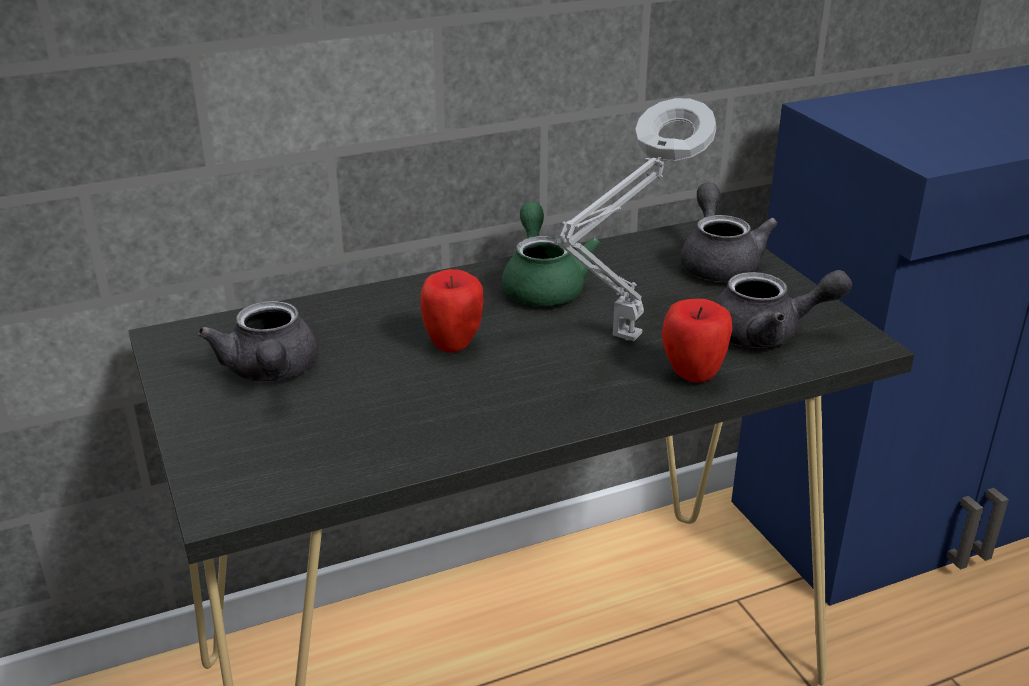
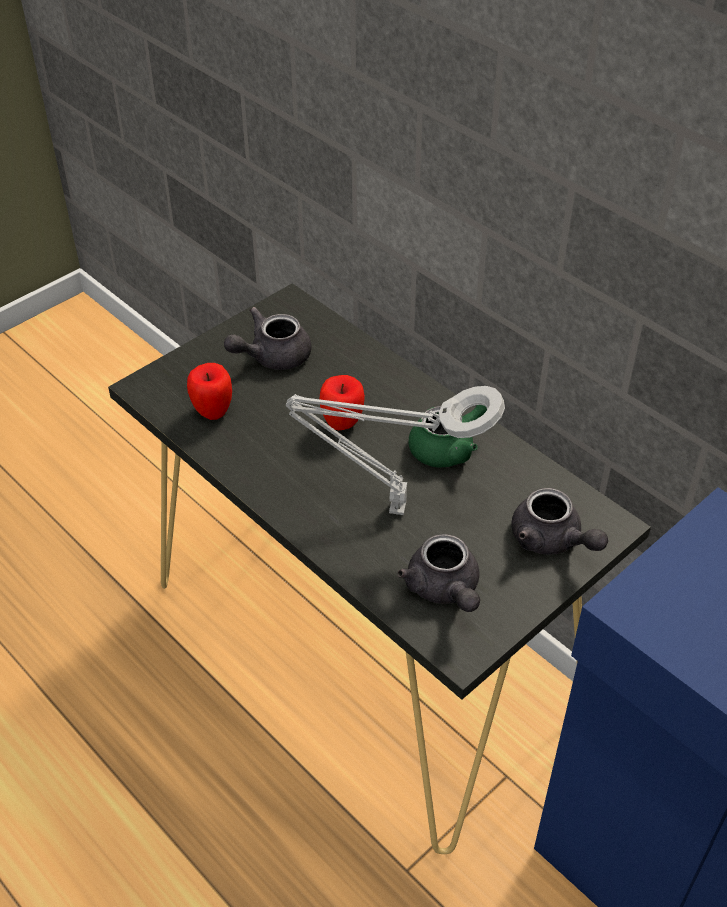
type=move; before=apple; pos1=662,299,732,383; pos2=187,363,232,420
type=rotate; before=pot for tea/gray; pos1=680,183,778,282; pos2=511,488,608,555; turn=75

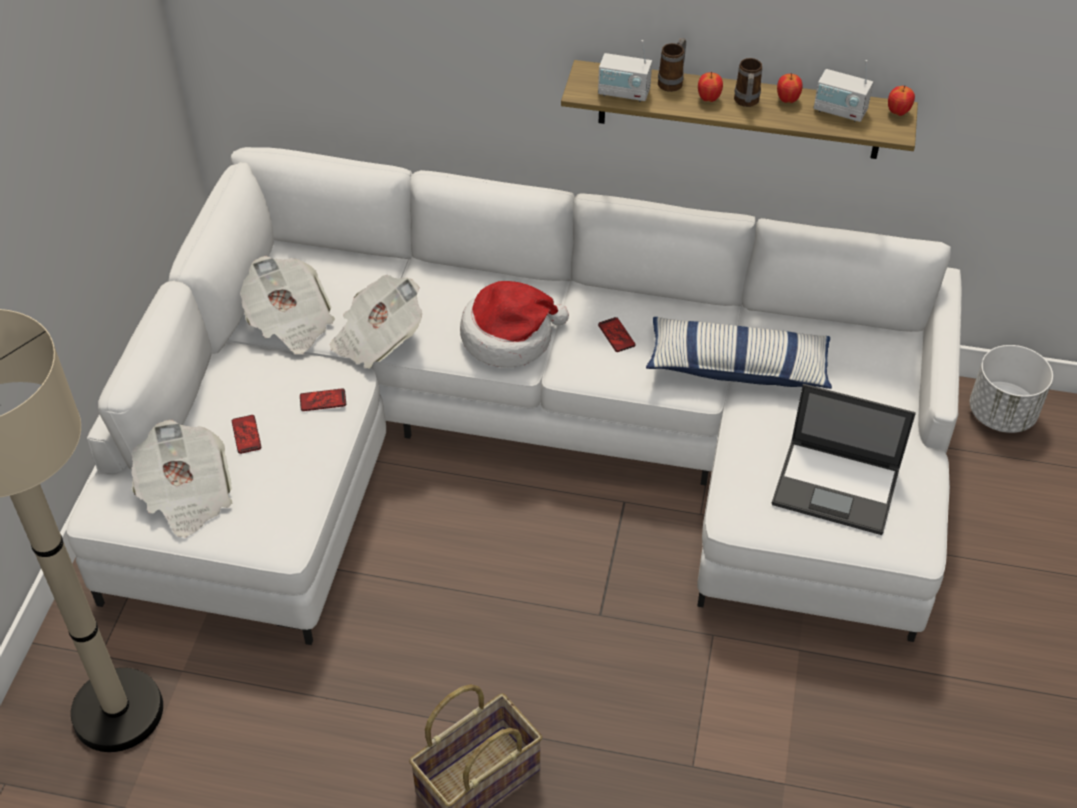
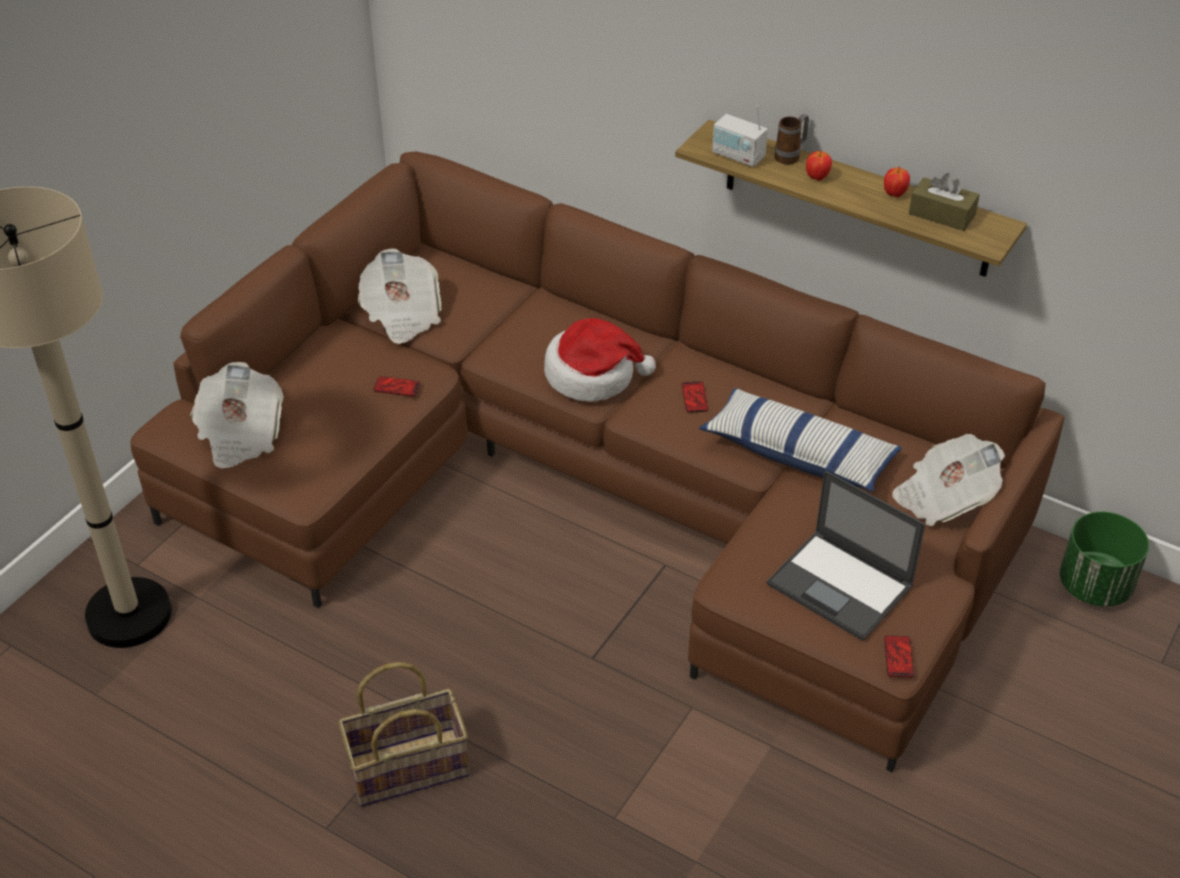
type=recolor; before=couch/white; after=couch/brown-coloured; pos1=66,147,962,645; pos2=130,151,1065,772
type=move; before=telephone; pos1=232,415,261,454; pos2=884,635,914,678
type=move; before=newspaper; pos1=330,275,422,369; pos2=893,434,1005,526
type=delete; before=coffee mug; pos1=734,58,762,107
type=replace; before=radio; after=tissue box/brown-coloured; pos1=814,60,873,122; pos2=909,173,979,231
type=delete; before=apple; pos1=888,85,915,116
type=recolor; before=flower pot/white; after=flower pot/green; pos1=970,345,1053,433; pos2=1060,512,1149,607

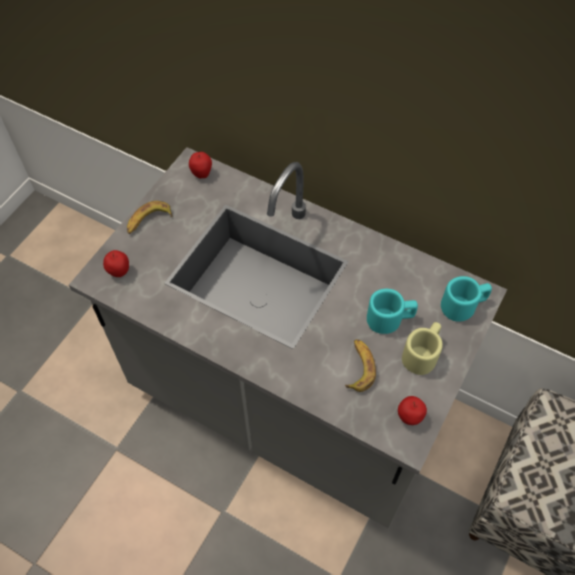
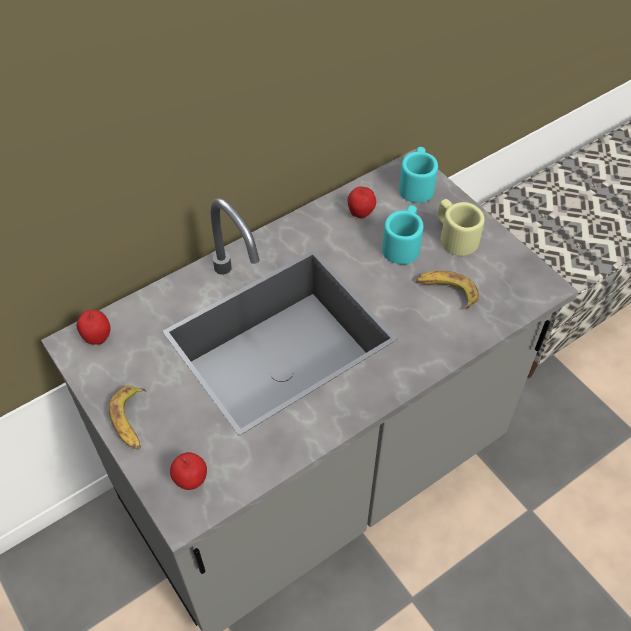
type=move; before=apple; pos1=398,396,427,425; pos2=348,186,376,219

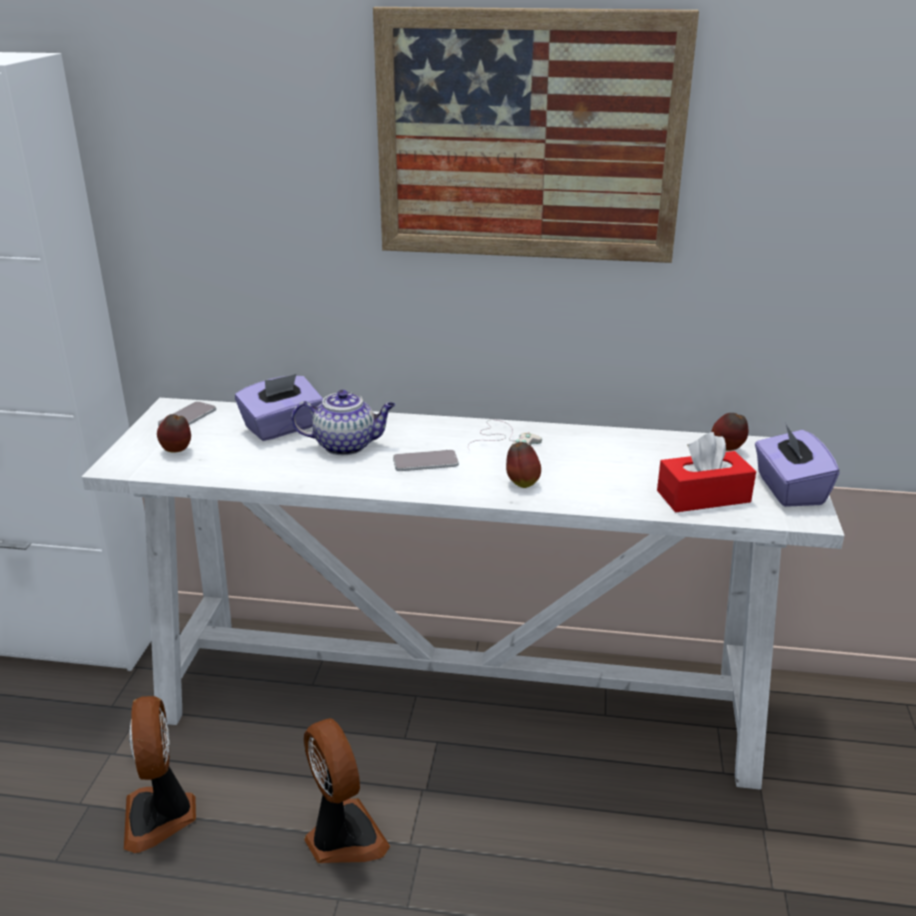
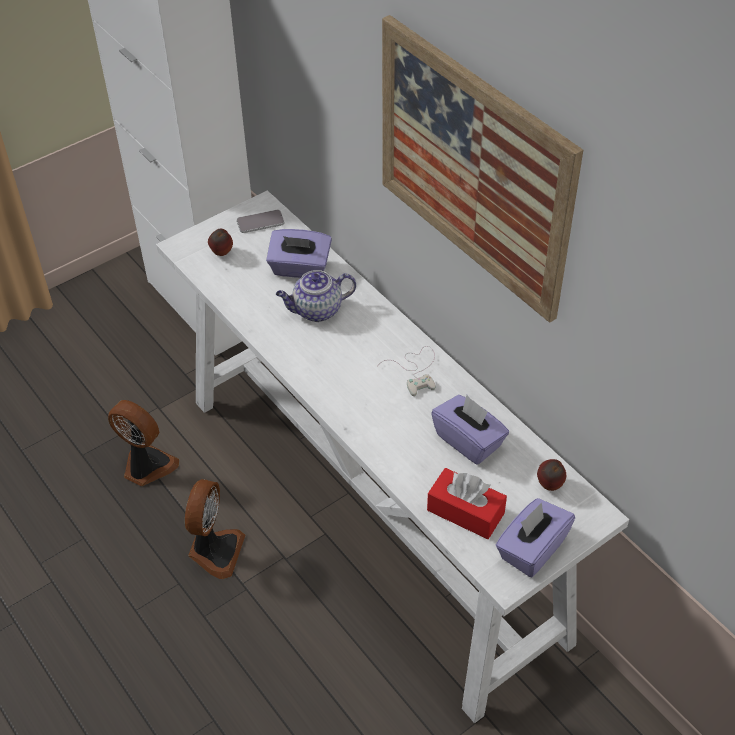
type=rotate; before=cooling fan; pos1=124,696,196,853; pos2=108,400,179,486; turn=90
type=rotate; before=pot for tea; pos1=291,390,395,455; pos2=276,270,356,322; turn=120
type=delete; before=telephone; pos1=393,450,459,471
type=delete; before=apple; pos1=506,442,541,488
type=insert; after=tissue box/purple-coloured; pos2=431,395,509,465

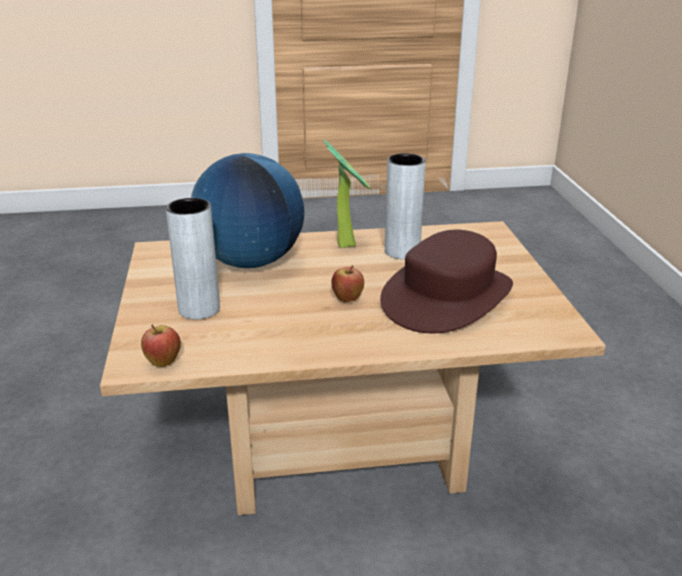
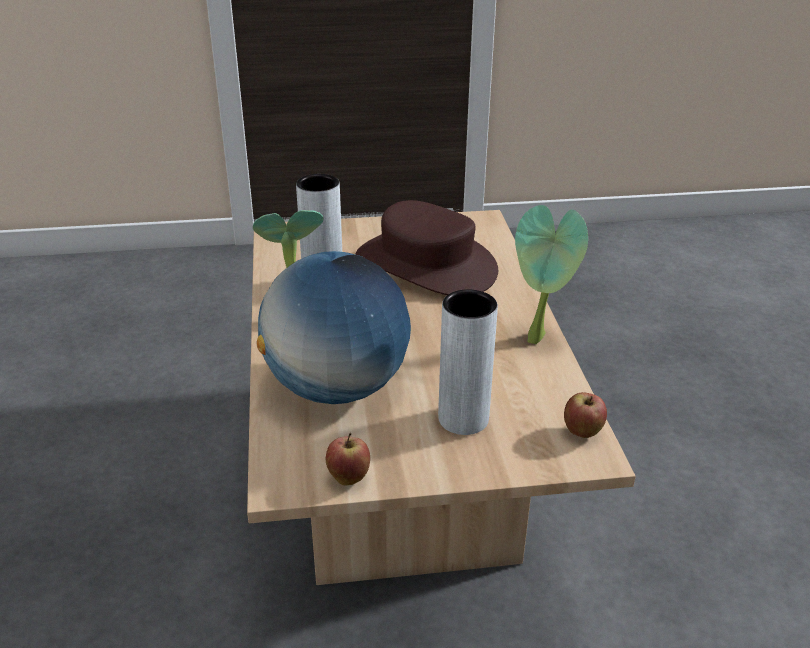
type=move; before=apple; pos1=332,265,364,302; pos2=326,433,370,485
type=insert; after=houseplant; pos2=515,205,588,344

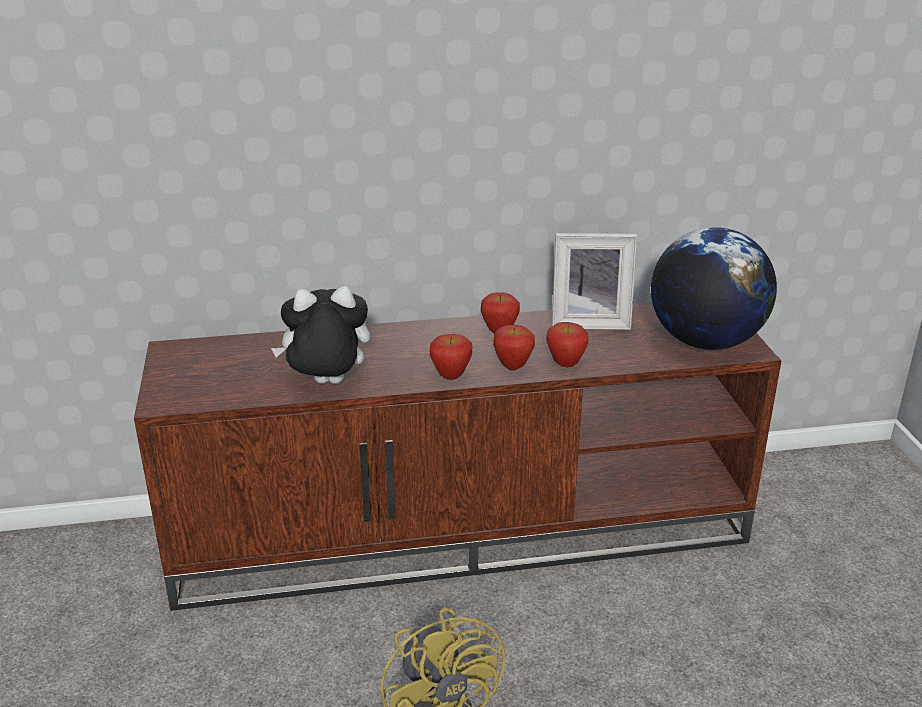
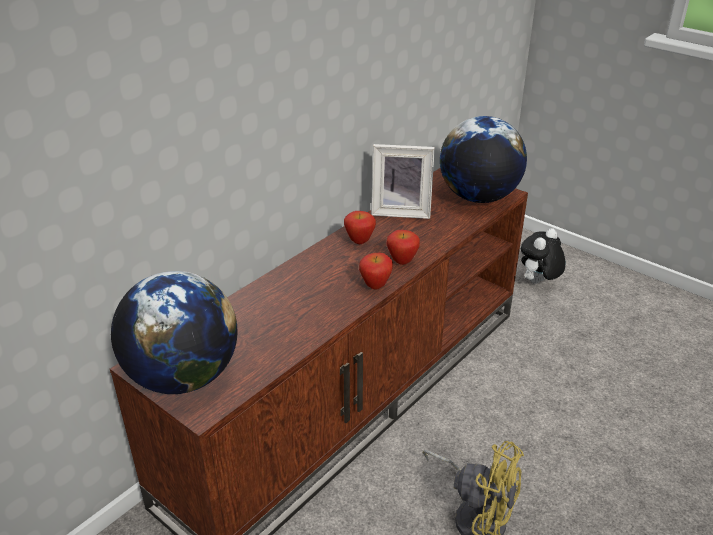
type=move; before=plush toy; pos1=271,286,370,384; pos2=521,228,566,284
type=delete; before=apple; pos1=546,322,588,367
type=rotate; before=standing frame; pos1=552,233,637,330; pos2=371,144,435,219; turn=45
type=insert; after=world globe; pos2=111,271,238,394

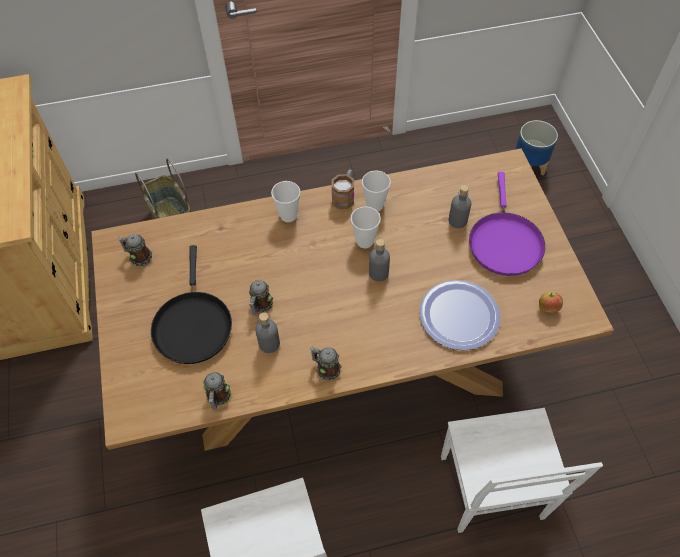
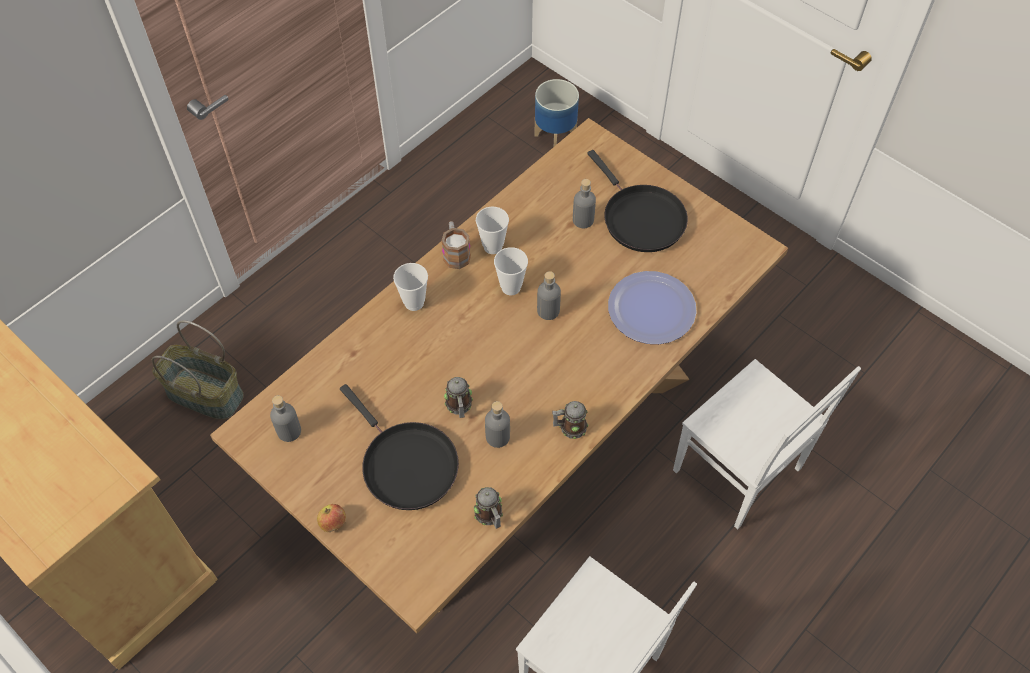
type=replace; before=coffee mug; after=drink bottle/gray; pos1=118,234,152,267; pos2=270,395,301,442
type=recolor; before=pan/purple-coloured; after=pan/black-coloured; pos1=469,172,545,276; pos2=587,150,688,252
type=move; before=apple; pos1=539,292,563,313; pos2=317,504,346,532

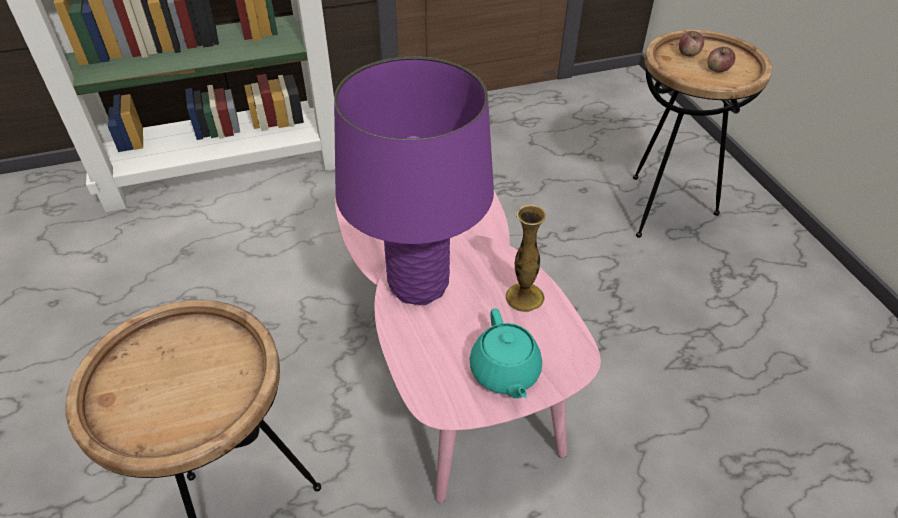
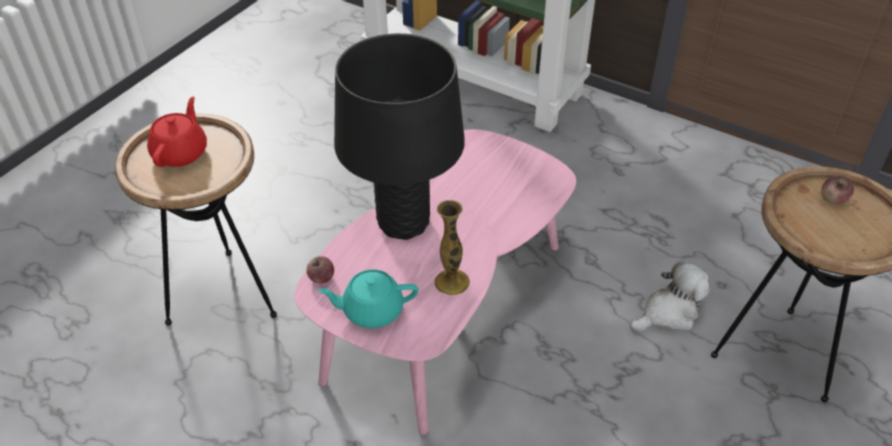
type=recolor; before=table lamp/purple-coloured; after=table lamp/black-coloured; pos1=334,57,494,305; pos2=334,33,465,240
type=rotate; before=pot for tea/turquoise-coloured; pos1=470,309,542,398; pos2=318,269,418,328; turn=45
type=move; before=apple; pos1=707,47,735,72; pos2=306,256,334,284
type=insert; after=pot for tea/red-coloured; pos2=147,96,207,167
type=insert; after=plush toy; pos2=629,260,710,332

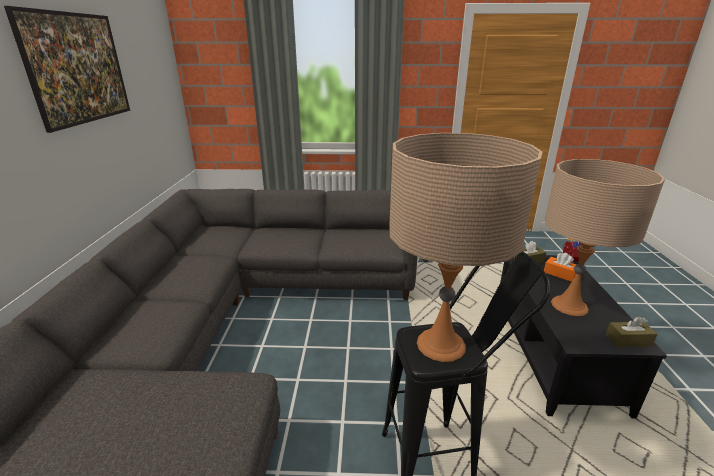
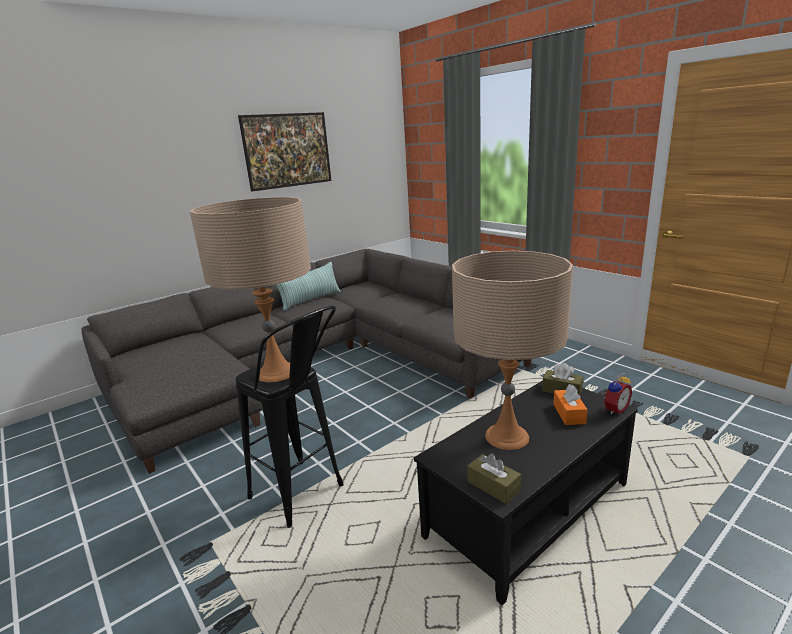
type=insert; after=throw pillow; pos2=276,262,341,311

